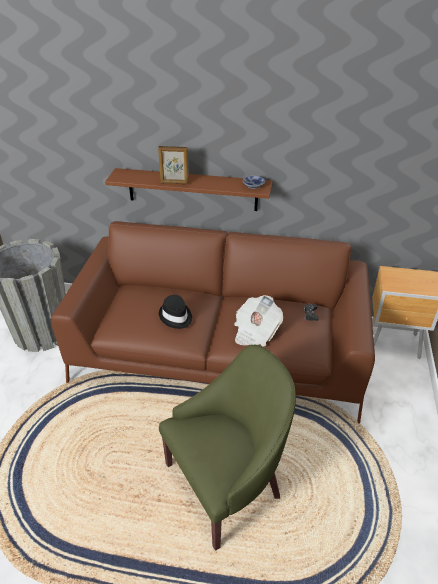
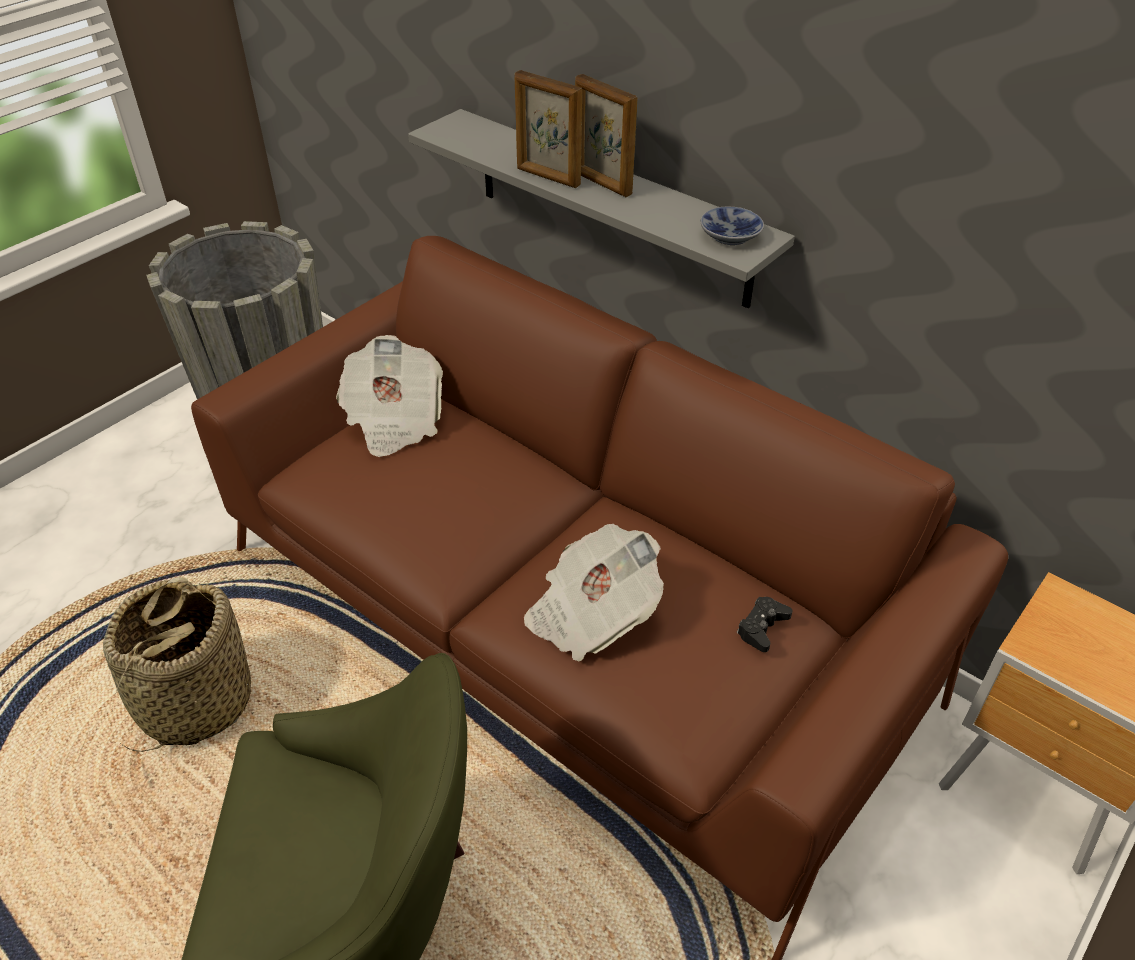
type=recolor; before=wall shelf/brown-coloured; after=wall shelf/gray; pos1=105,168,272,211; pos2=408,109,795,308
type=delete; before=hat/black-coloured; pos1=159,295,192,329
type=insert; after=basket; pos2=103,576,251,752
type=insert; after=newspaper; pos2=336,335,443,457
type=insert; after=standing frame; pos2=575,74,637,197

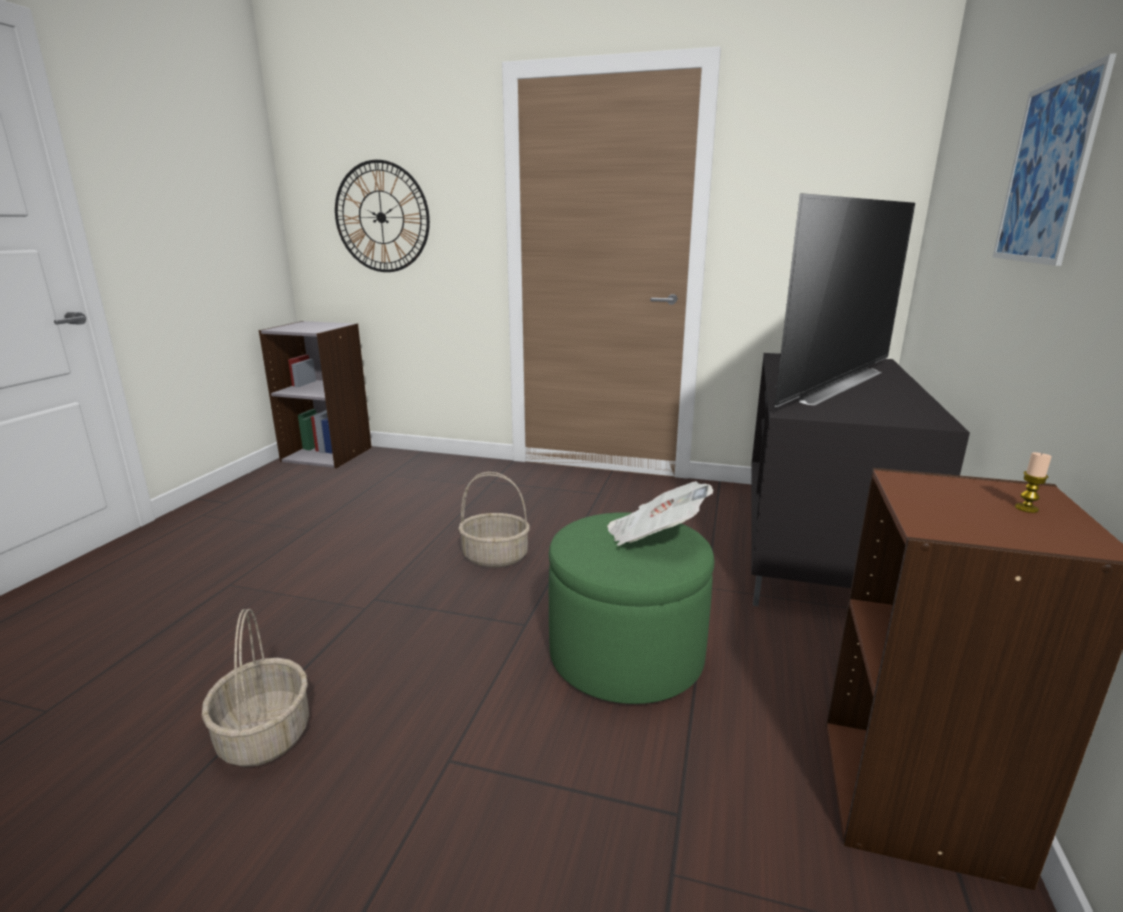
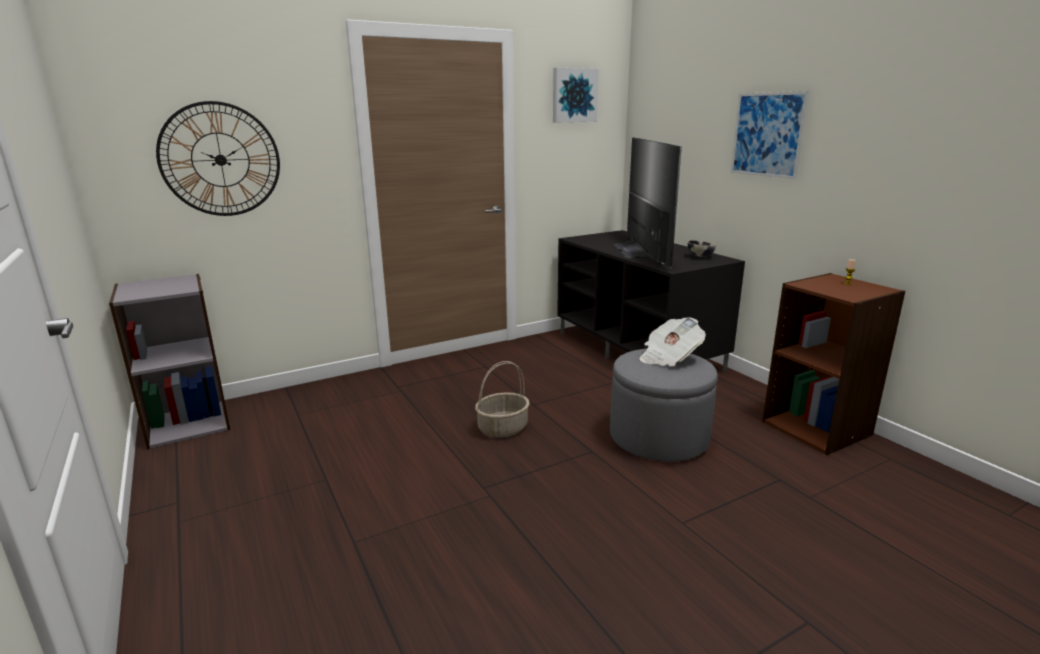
type=delete; before=basket; pos1=201,609,309,767
type=recolor; before=ottoman/green; after=ottoman/gray; pos1=549,512,714,704; pos2=610,349,718,462
type=insert; after=wall art; pos2=553,68,599,122
type=insert; after=deep dish; pos2=688,240,716,258

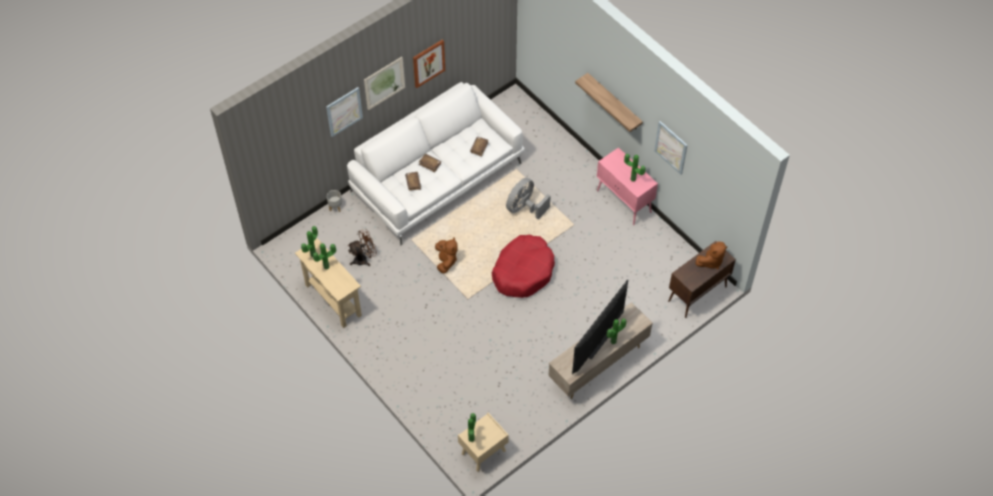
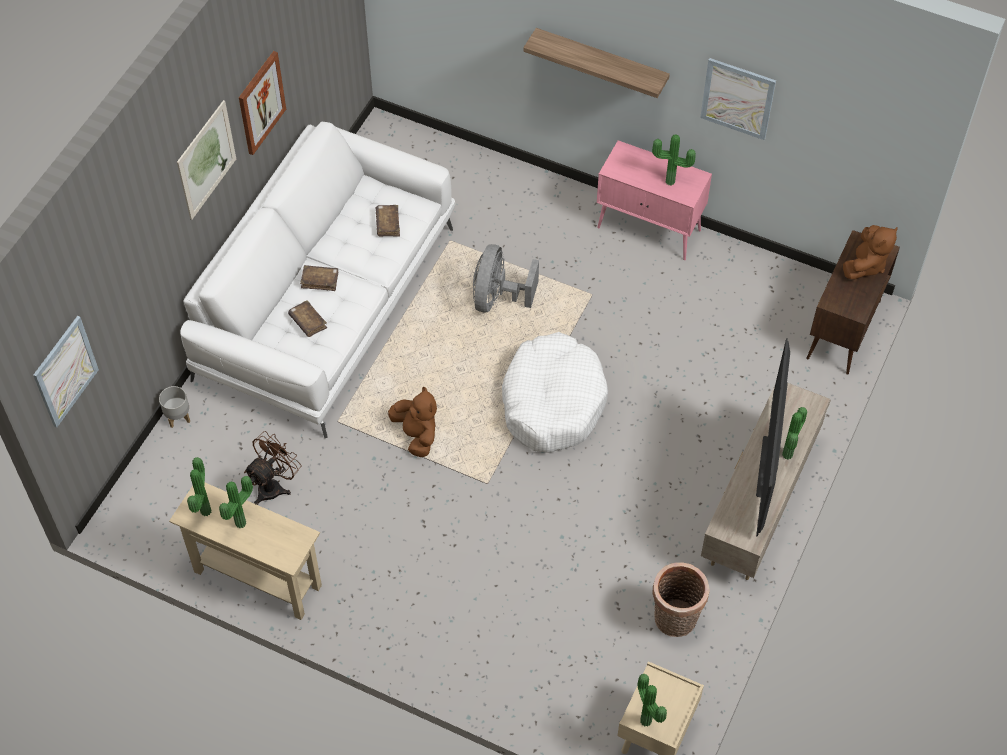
type=move; before=wall art; pos1=326,87,363,137; pos2=33,316,99,428
type=recolor; before=pet bed/red-coloured; after=pet bed/white; pos1=492,234,555,298; pos2=502,332,608,453
type=insert; after=basket; pos2=653,562,710,637

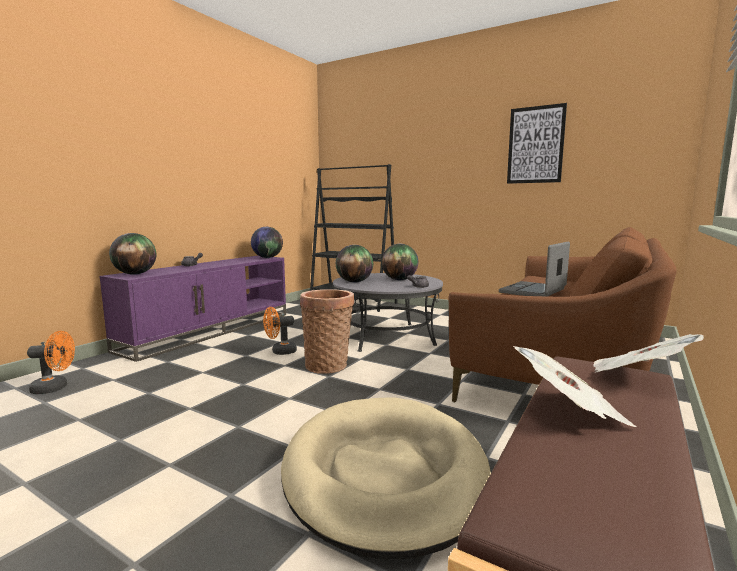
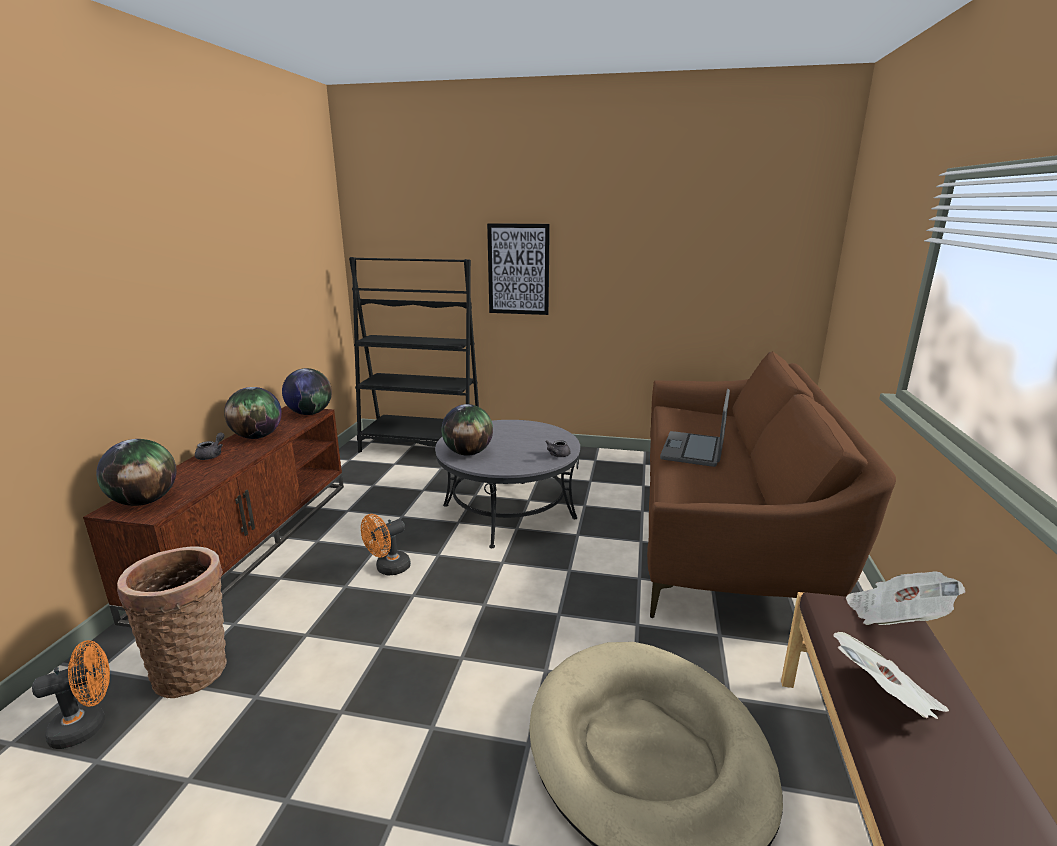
type=recolor; before=media console/purple-coloured; after=media console/brown-coloured; pos1=99,256,286,362; pos2=83,406,344,627
type=move; before=basket; pos1=300,289,354,374; pos2=117,547,227,698
type=move; before=world globe; pos1=382,244,418,280; pos2=224,387,282,439
type=move; before=wall art; pos1=507,103,567,184; pos2=487,223,550,315

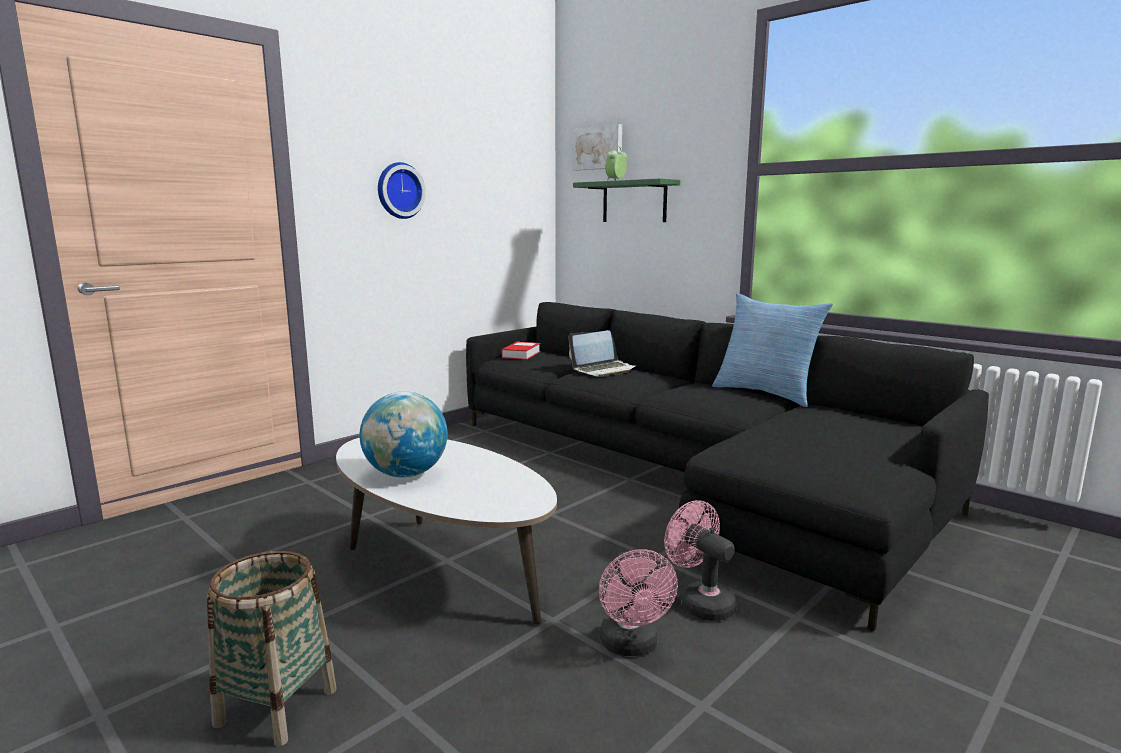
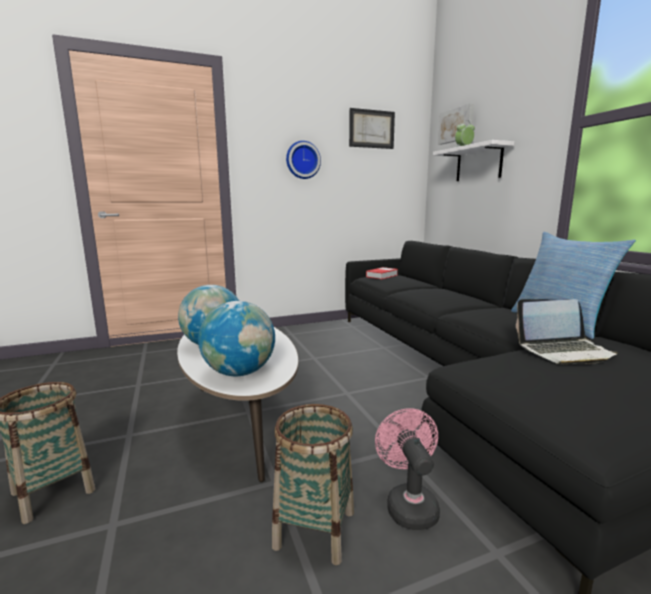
type=move; before=portable computer; pos1=569,330,637,377; pos2=516,299,618,365
type=recolor; before=wall shelf/green; after=wall shelf/white; pos1=573,178,680,222; pos2=433,140,514,181
type=replace; before=cooling fan/pink; after=basket; pos1=599,549,678,656; pos2=272,404,354,565
type=insert; after=world globe; pos2=198,301,275,376
type=insert; after=wall art; pos2=349,108,395,149

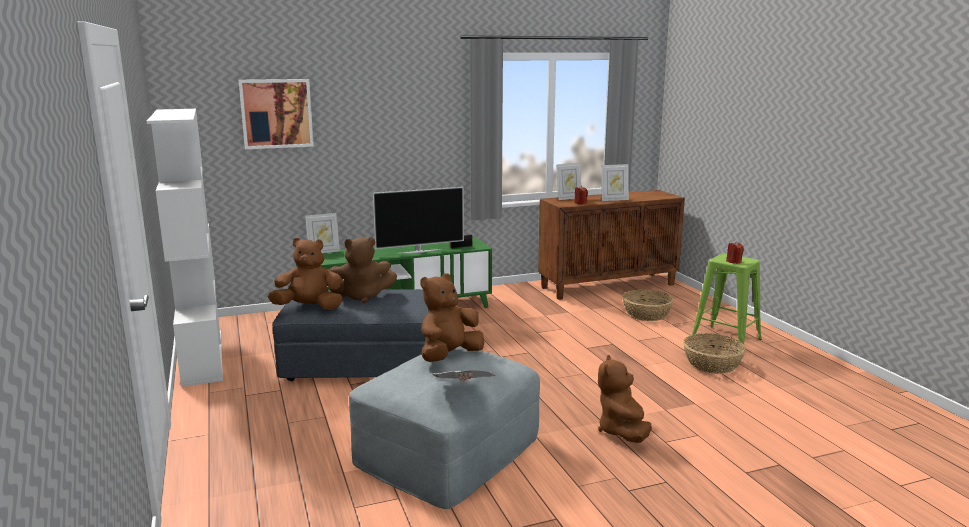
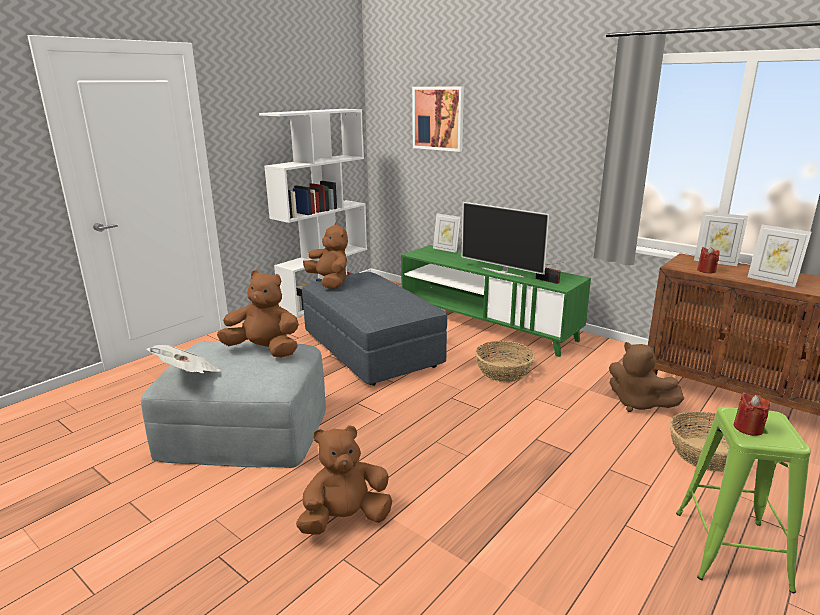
type=move; before=plush toy/brown-coloured; pos1=329,237,397,303; pos2=609,342,684,412
type=move; before=basket; pos1=683,333,746,374; pos2=475,341,535,382

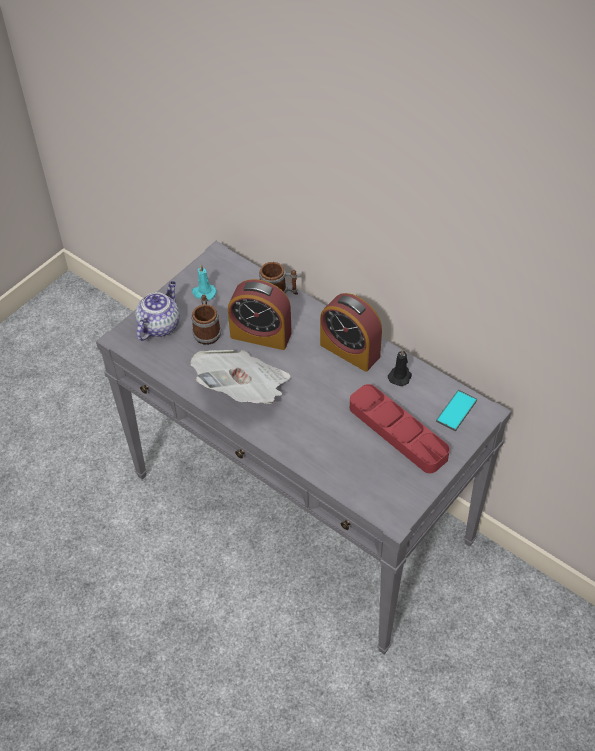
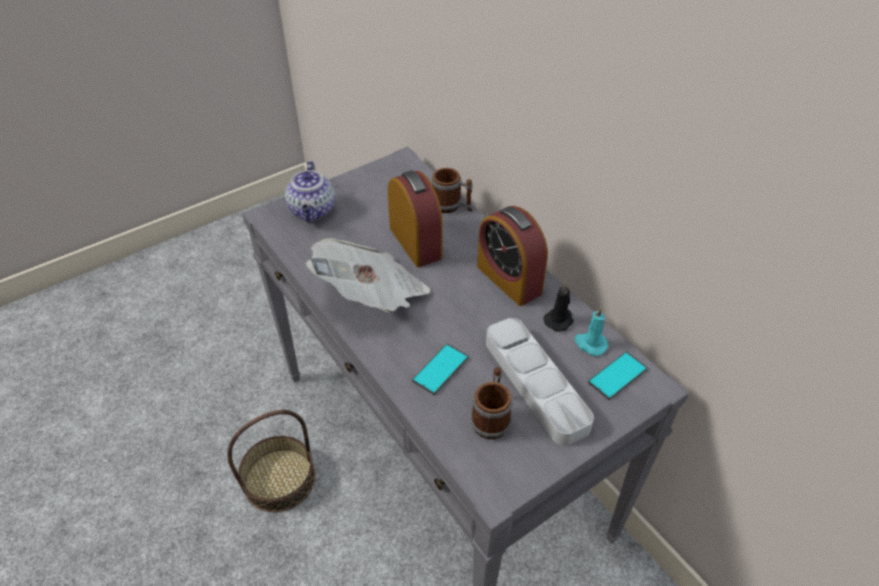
type=rotate; before=pot for tea; pos1=135,281,180,341; pos2=285,161,335,222; turn=135
type=move; before=coffee mug; pos1=191,294,221,345; pos2=470,367,513,439
type=move; before=wax light/turquoise-coloured; pos1=192,264,217,300; pos2=575,307,608,356
type=rotate; before=table clock; pos1=228,279,292,350; pos2=388,170,443,267; turn=-150
type=recolor; before=serving tray/red-coloured; after=serving tray/gray; pos1=350,384,450,473; pos2=486,318,594,446
type=insert; after=basket; pos2=228,410,315,513
type=insert; after=telephone; pos2=412,343,469,395

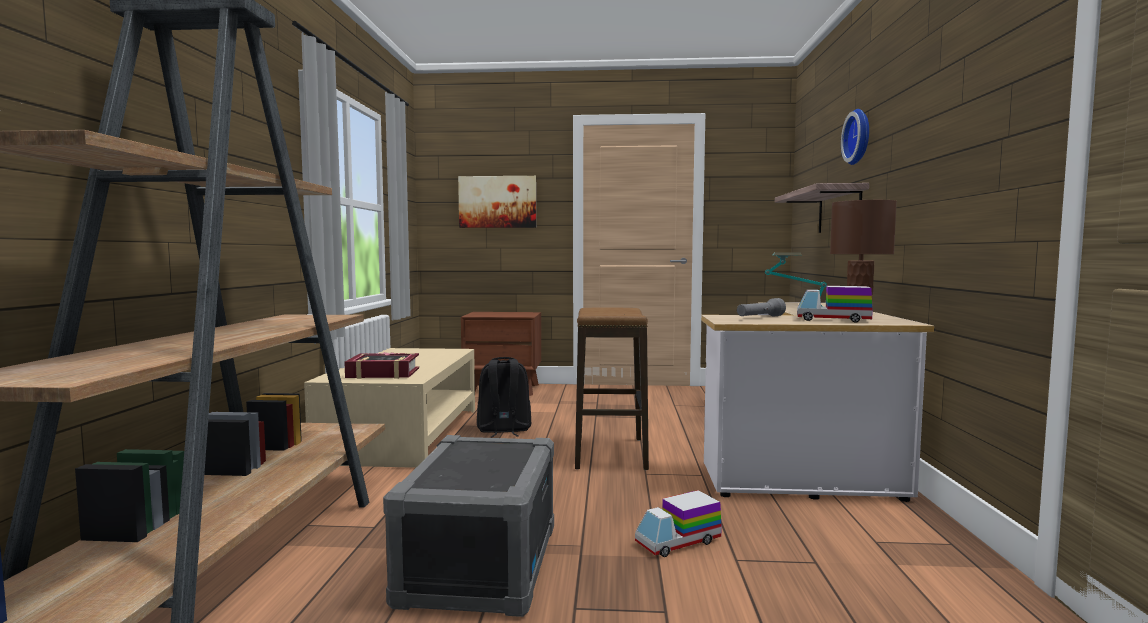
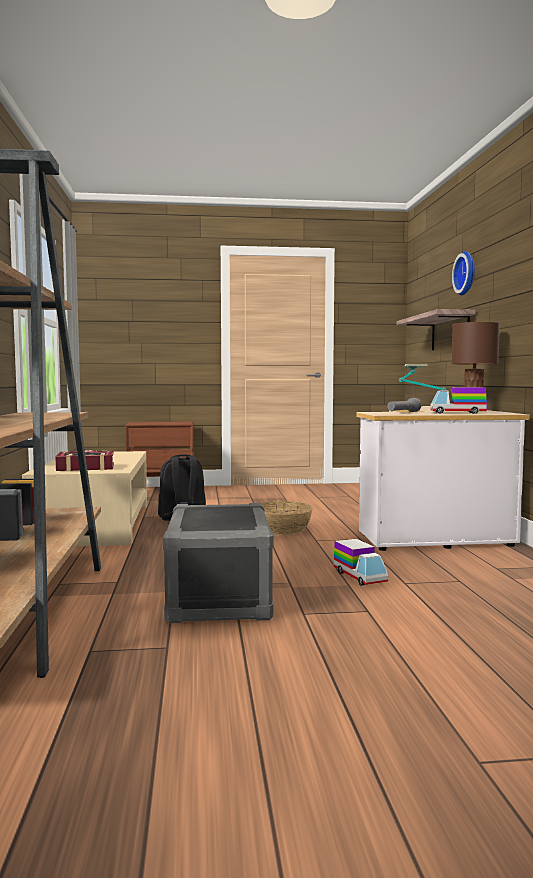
type=delete; before=wall art; pos1=458,176,536,228
type=replace; before=stool; after=basket; pos1=575,307,649,470; pos2=261,501,313,535
type=rotate; before=model truck; pos1=635,490,722,557; pos2=334,539,389,586; turn=-75

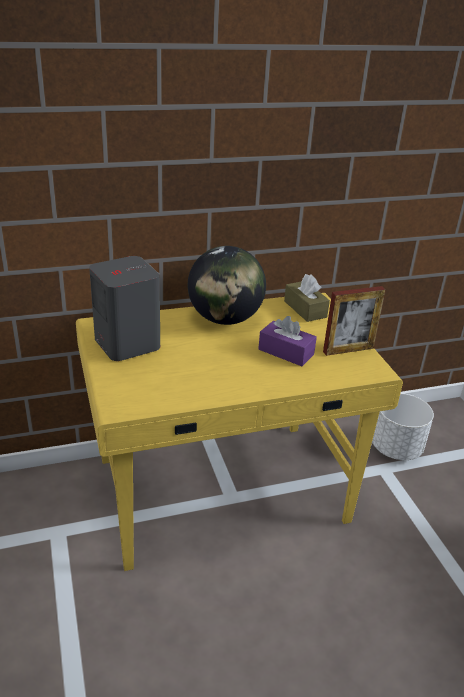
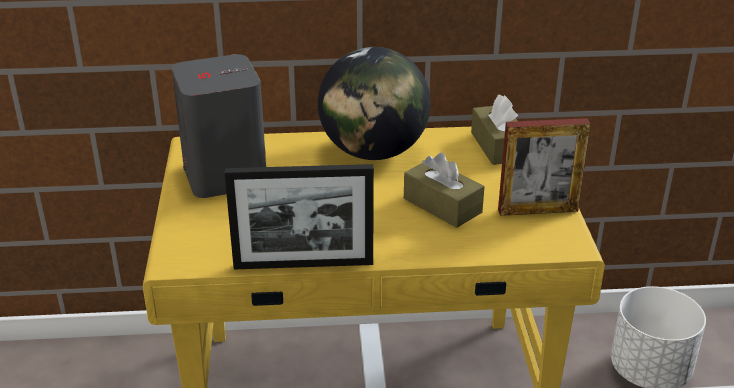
type=recolor; before=tissue box/purple-coloured; after=tissue box/brown-coloured; pos1=258,316,317,366; pos2=404,153,484,228
type=insert; after=standing frame; pos2=225,164,374,270

